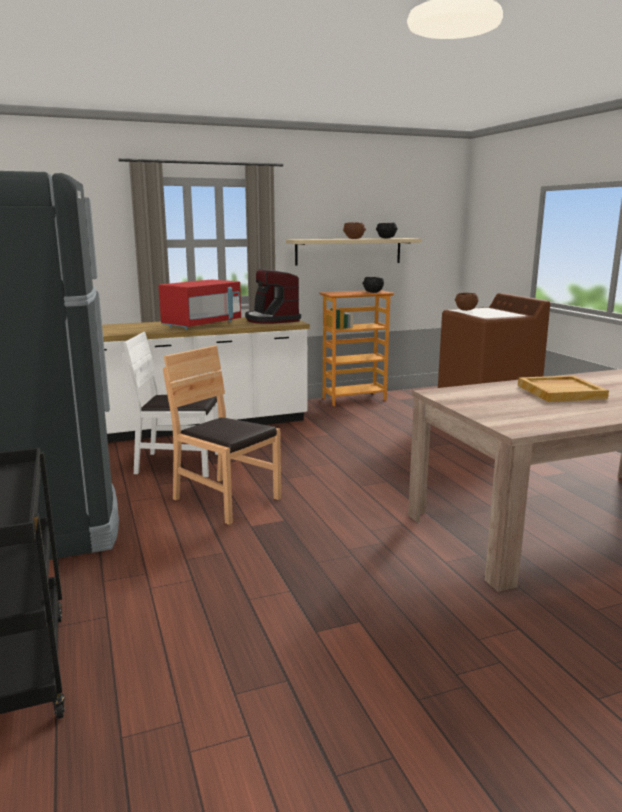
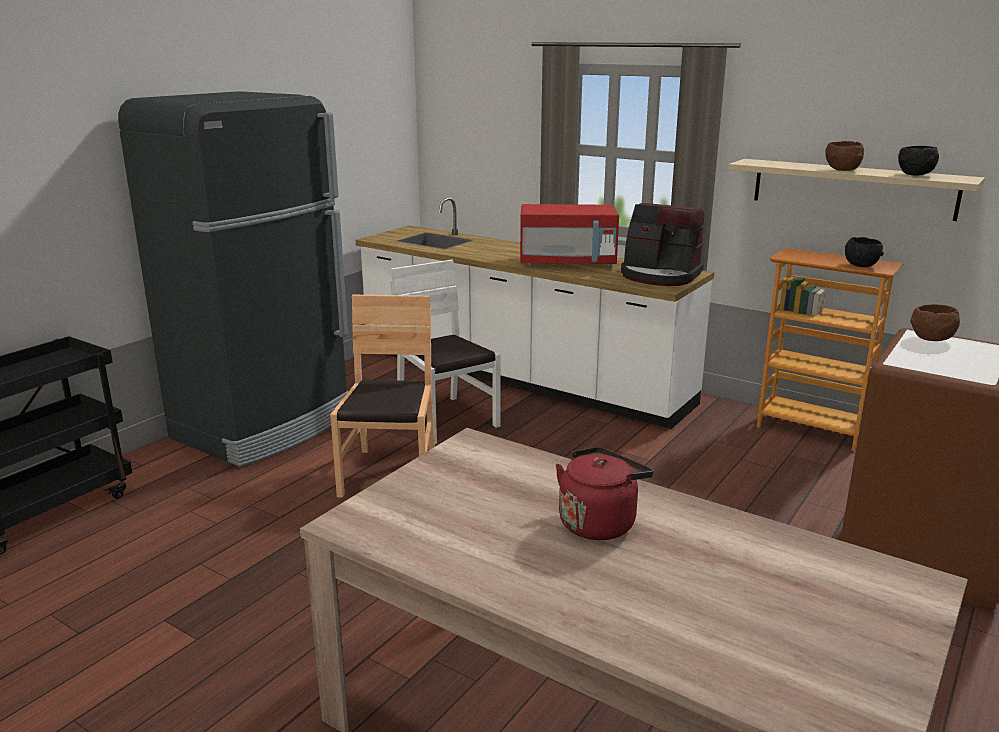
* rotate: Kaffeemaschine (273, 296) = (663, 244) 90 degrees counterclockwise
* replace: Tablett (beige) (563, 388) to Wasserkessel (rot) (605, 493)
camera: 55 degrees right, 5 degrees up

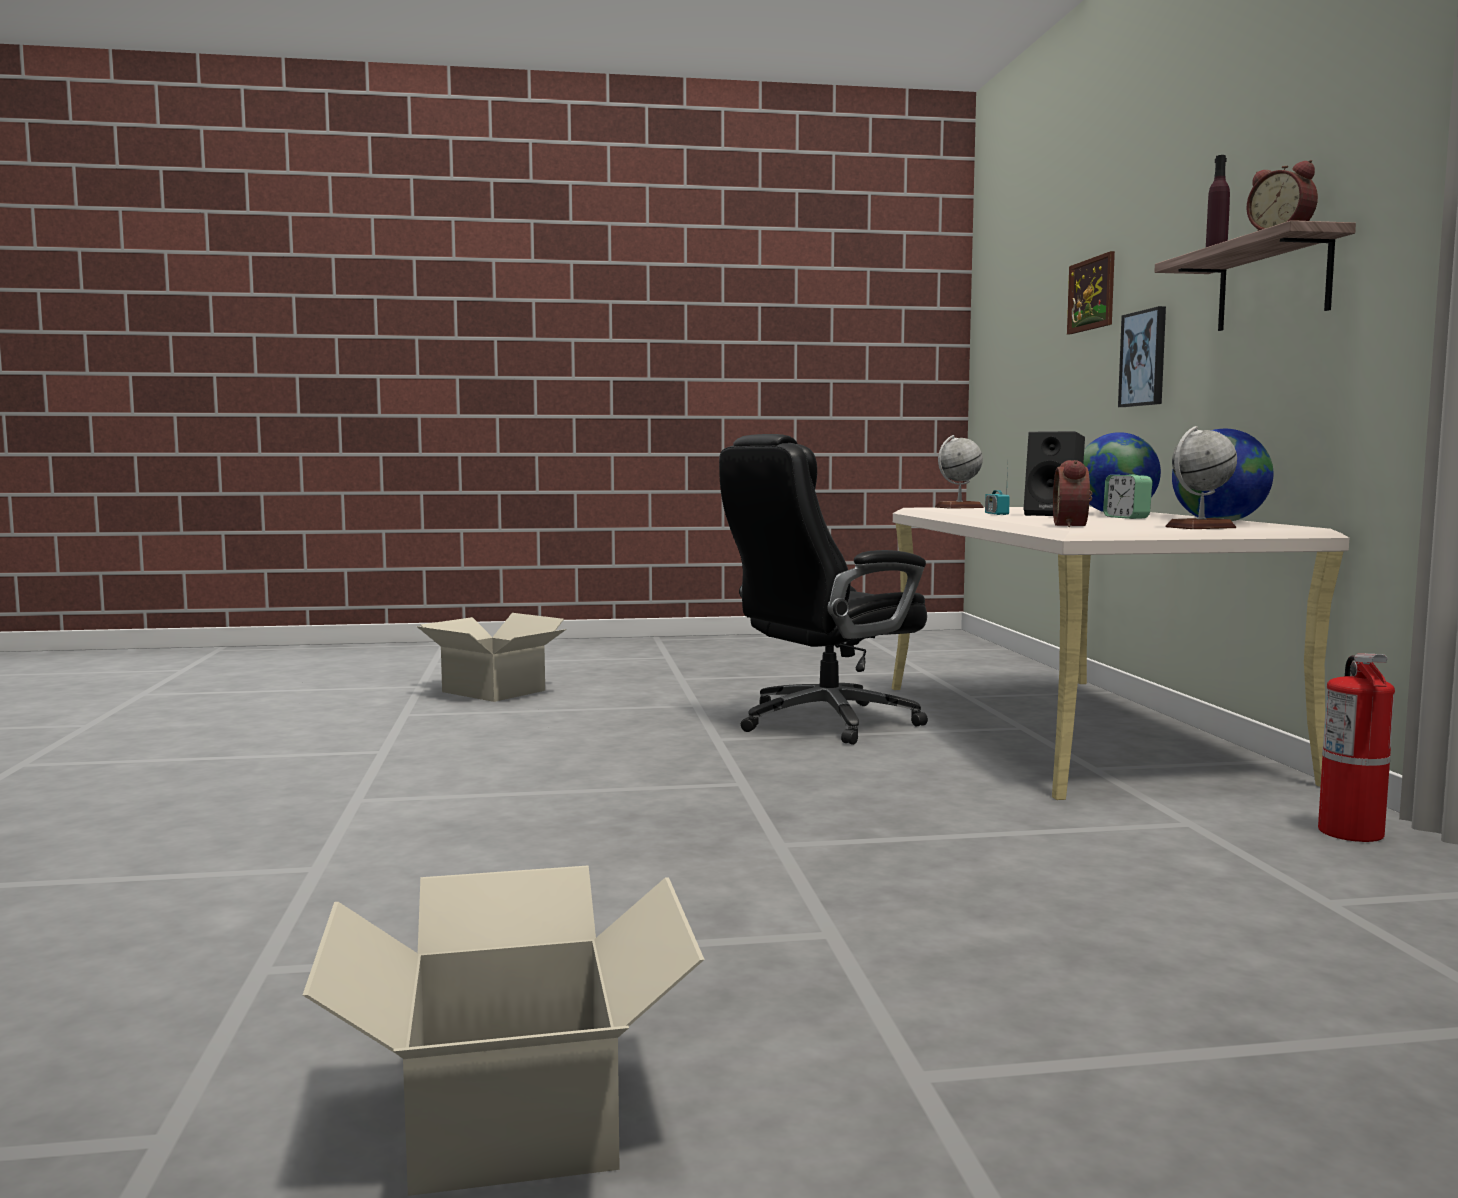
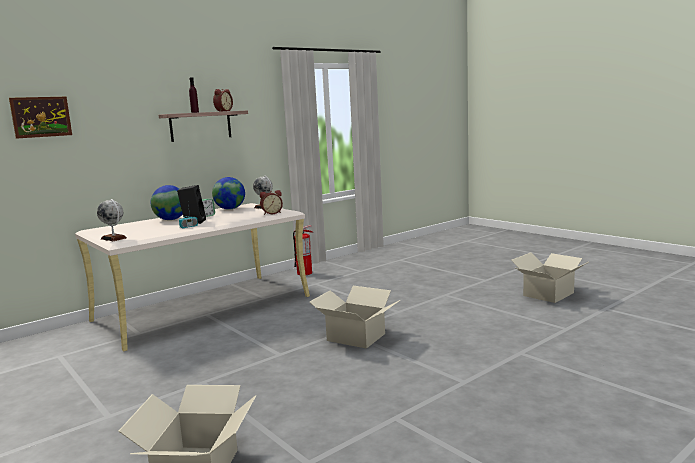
* delete: Bild (1142, 356)
* delete: Bürostuhl (schwarz) (823, 589)
* insert: Karton (354, 317)
camera: 120 degrees left, 5 degrees up

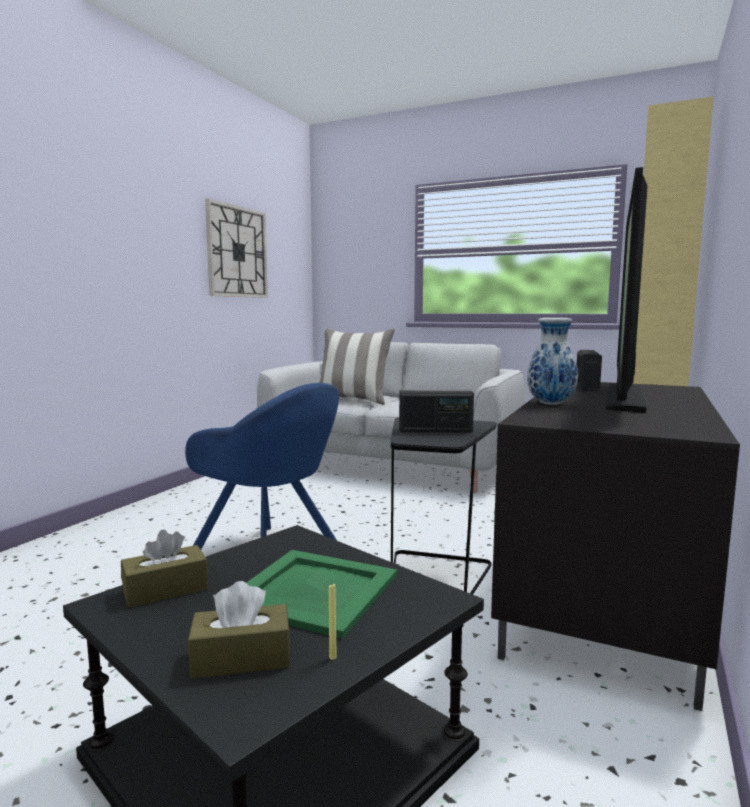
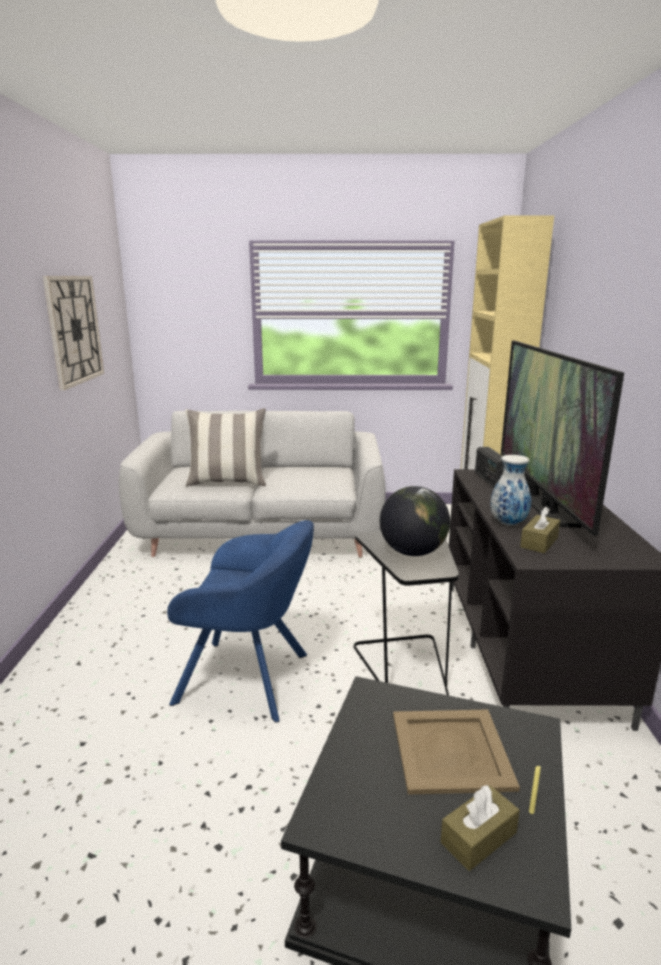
* replace: Radio (436, 411) to Globus (415, 521)
* move: Taschentuchbox (braun) (164, 568) to (540, 530)
* recolor: Tablett (grün) (321, 594) to Tablett (beige) (456, 752)
camera: 25 degrees left, 10 degrees up

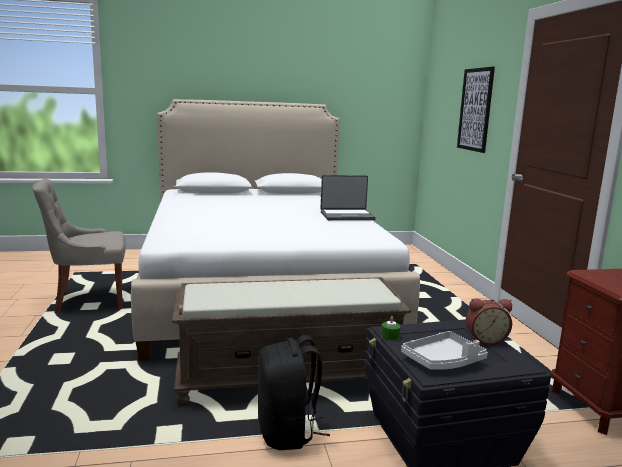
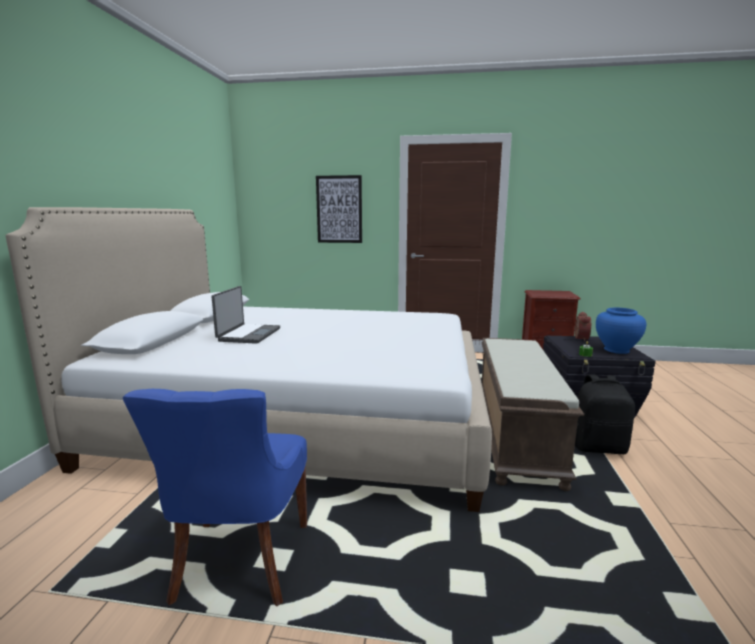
* move: Laptop (348, 197) to (246, 315)
* recolor: Stuhl (grau) (79, 246) to Stuhl (blau) (215, 497)
* replace: Tablett (grau) (444, 350) to Vase (blau) (621, 330)
camera: 70 degrees left, 0 degrees up

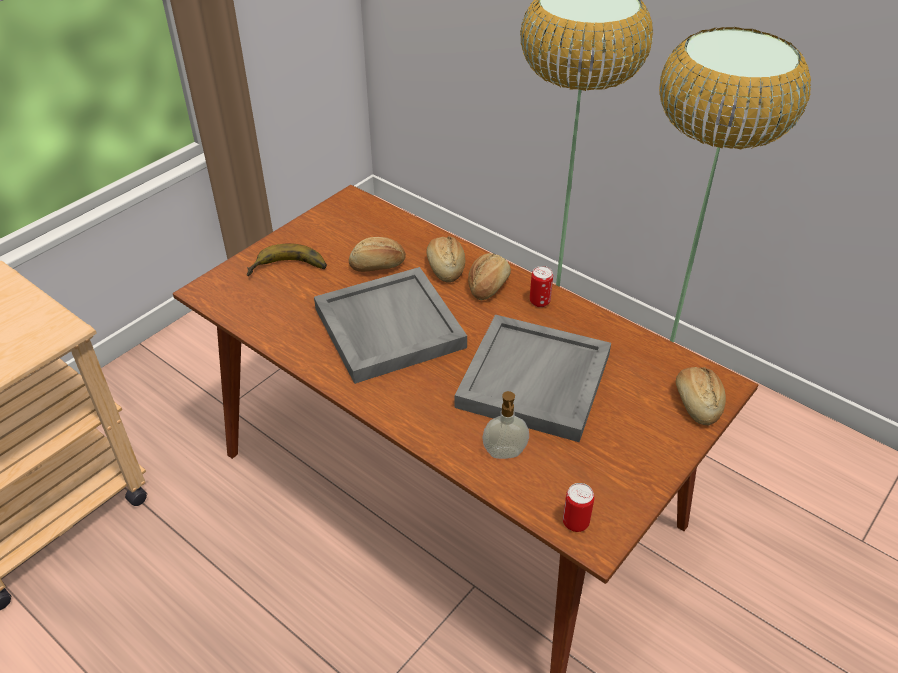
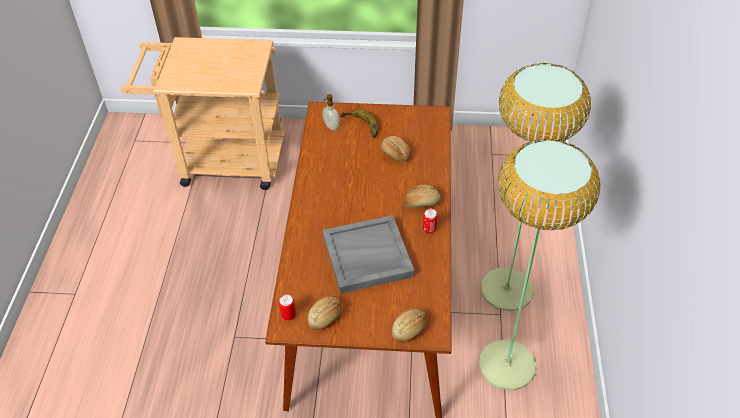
* move: Brot (445, 259) to (325, 312)
* delete: Tablett (grau) (390, 325)
* move: Seifenspender (505, 425) to (331, 112)
camera: 55 degrees right, 5 degrees up

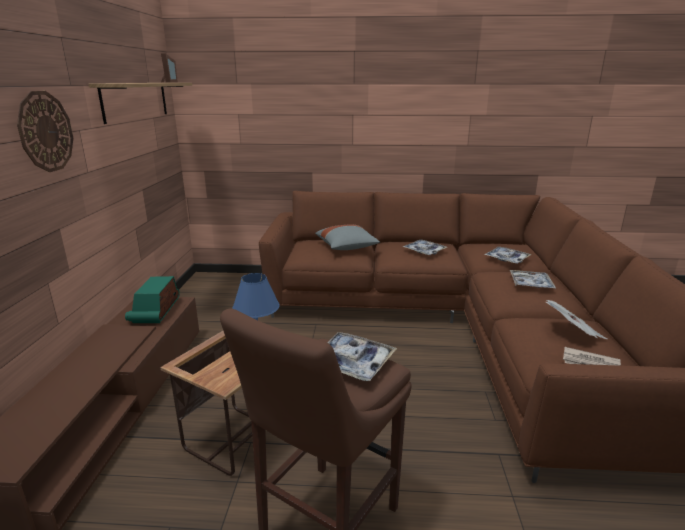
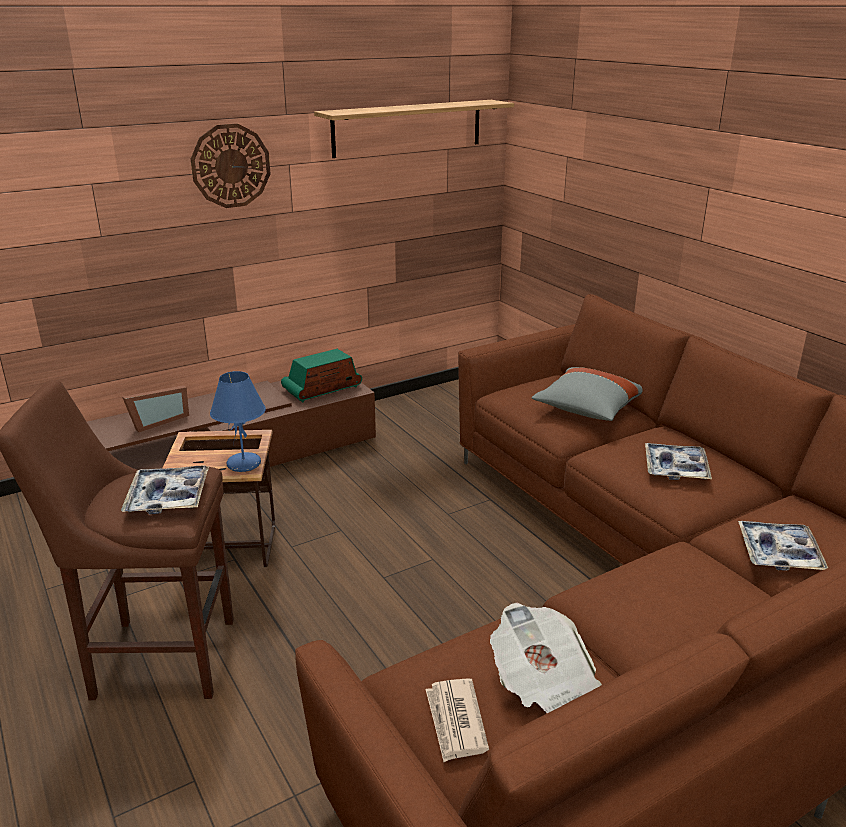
* move: Bilderrahmen (169, 68) to (155, 408)
* delete: Tablett (533, 279)
camera: 55 degrees right, 5 degrees up

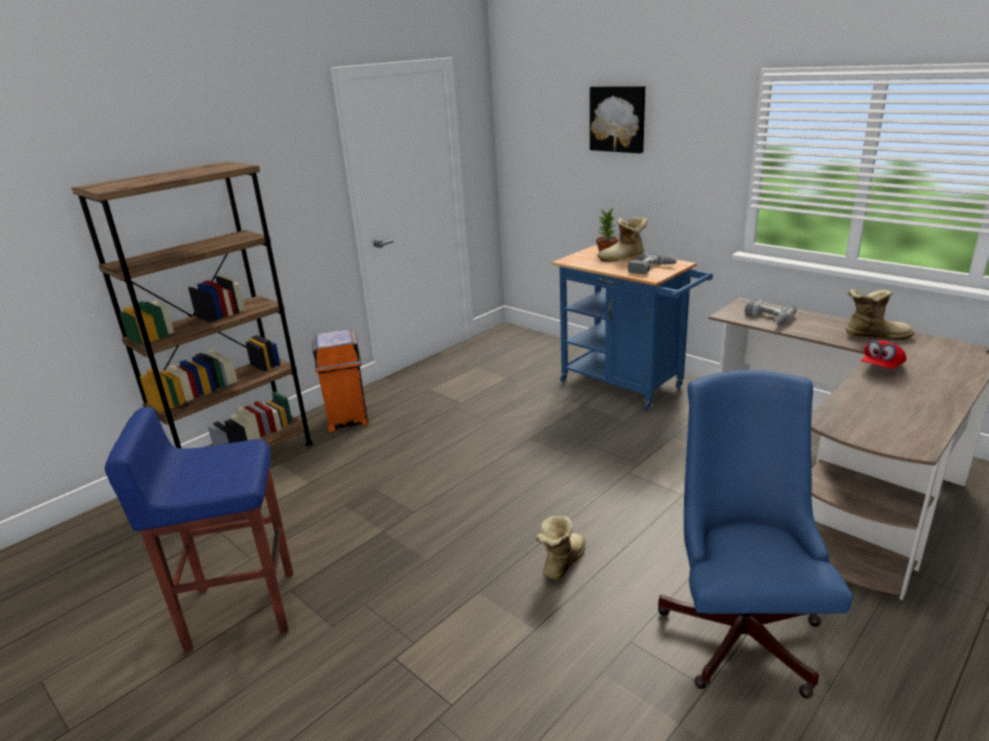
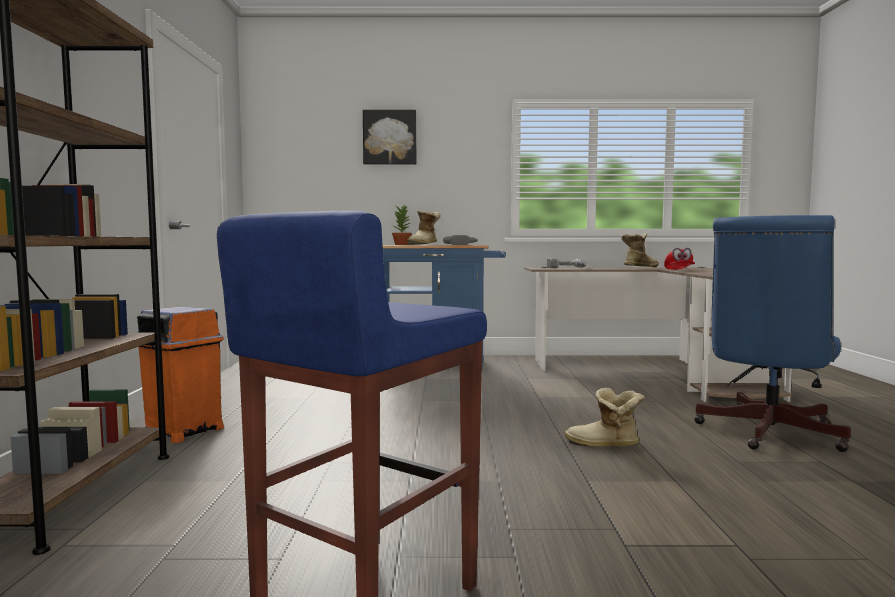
* rotate: Bürostuhl (blau) (755, 534) = (772, 333) 105 degrees counterclockwise
* rotate: Stiefel (561, 548) = (605, 417) 60 degrees counterclockwise
camera: 45 degrees left, 20 degrees down

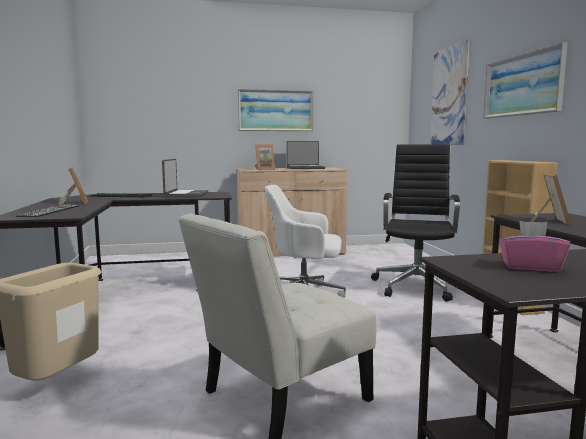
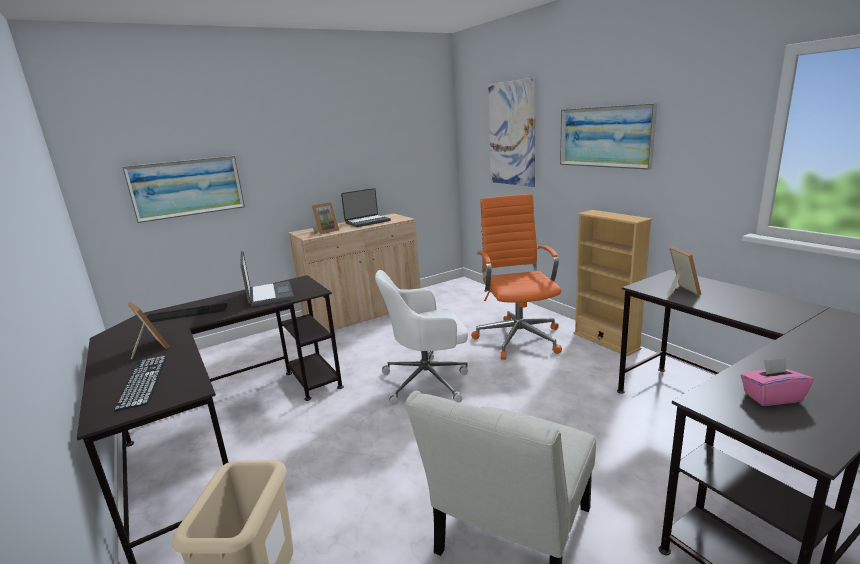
* move: Bild (276, 110) to (183, 189)
* recolor: Bürostuhl (schwarz) (415, 223) to Bürostuhl (orange) (516, 277)
camera: 20 degrees left, 10 degrees up

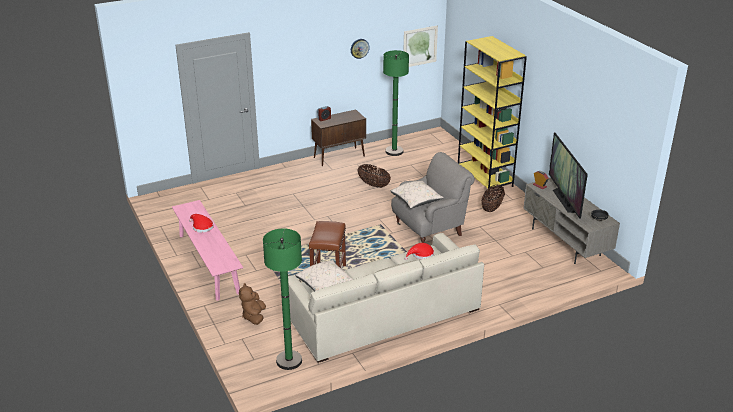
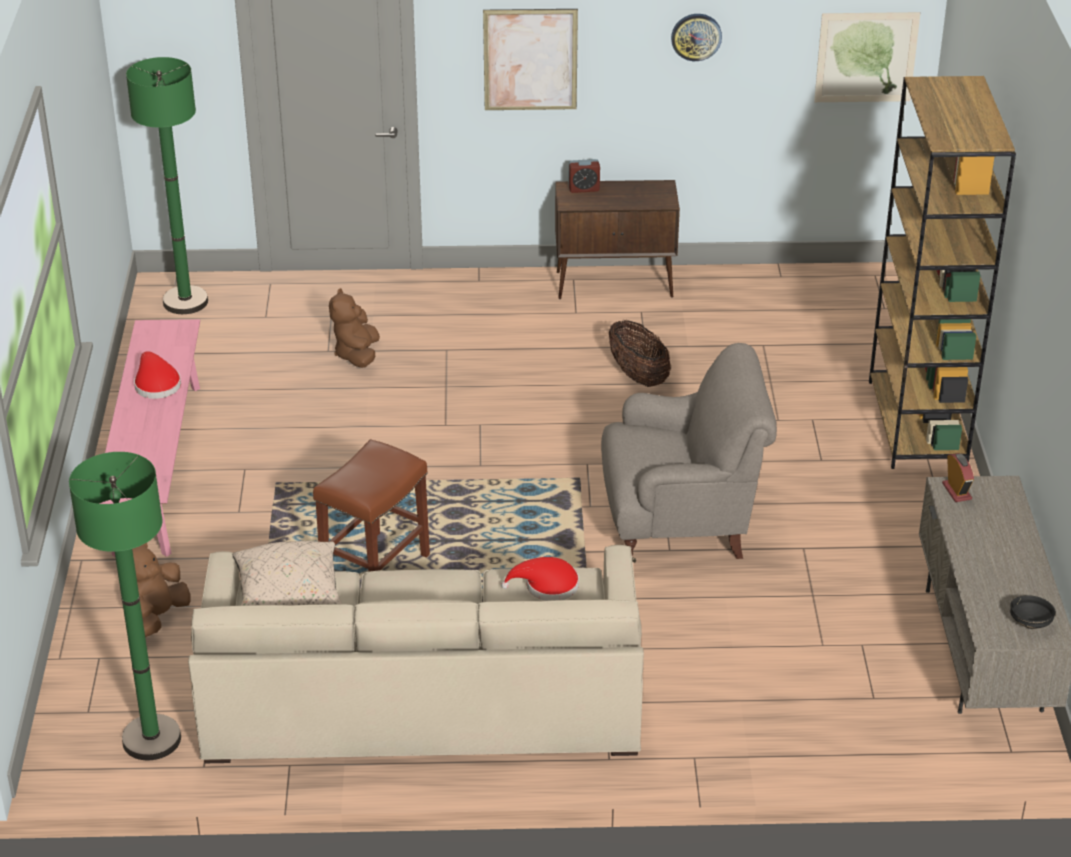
* recolor: Bücherregal (gelb) (492, 112) to Bücherregal (braun) (942, 272)
* move: Stehlampe (grün) (396, 103) to (167, 185)
* delete: Fernseher (568, 176)
* delete: Kissen (beige) (417, 195)
* delete: Korb (493, 198)
* insert: Bild (530, 59)
* insert: Plüschtier (braun) (354, 328)
camera: 25 degrees right, 5 degrees up

